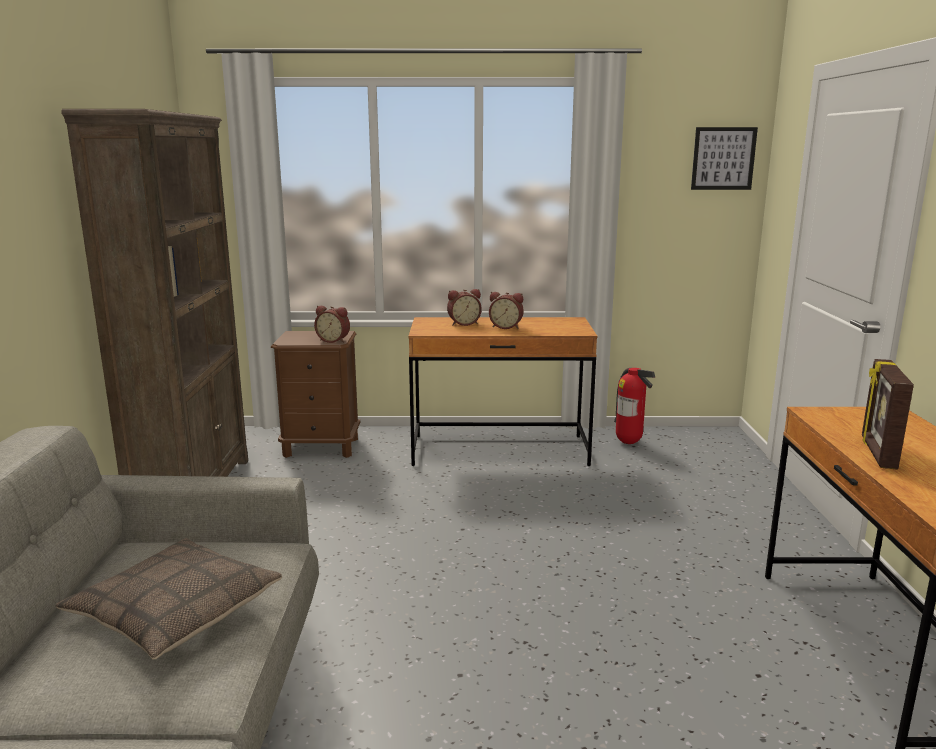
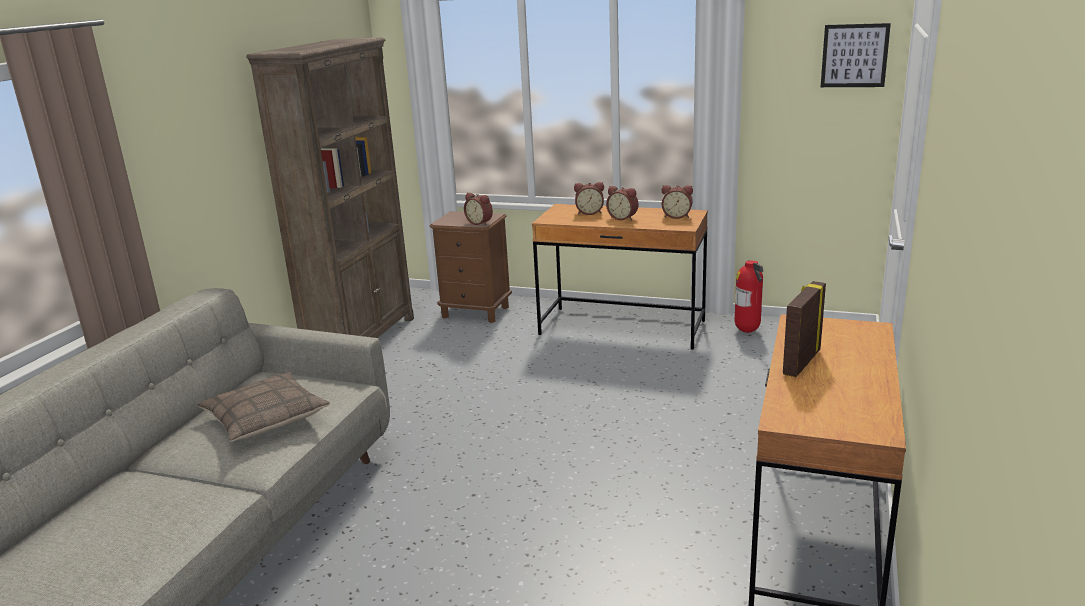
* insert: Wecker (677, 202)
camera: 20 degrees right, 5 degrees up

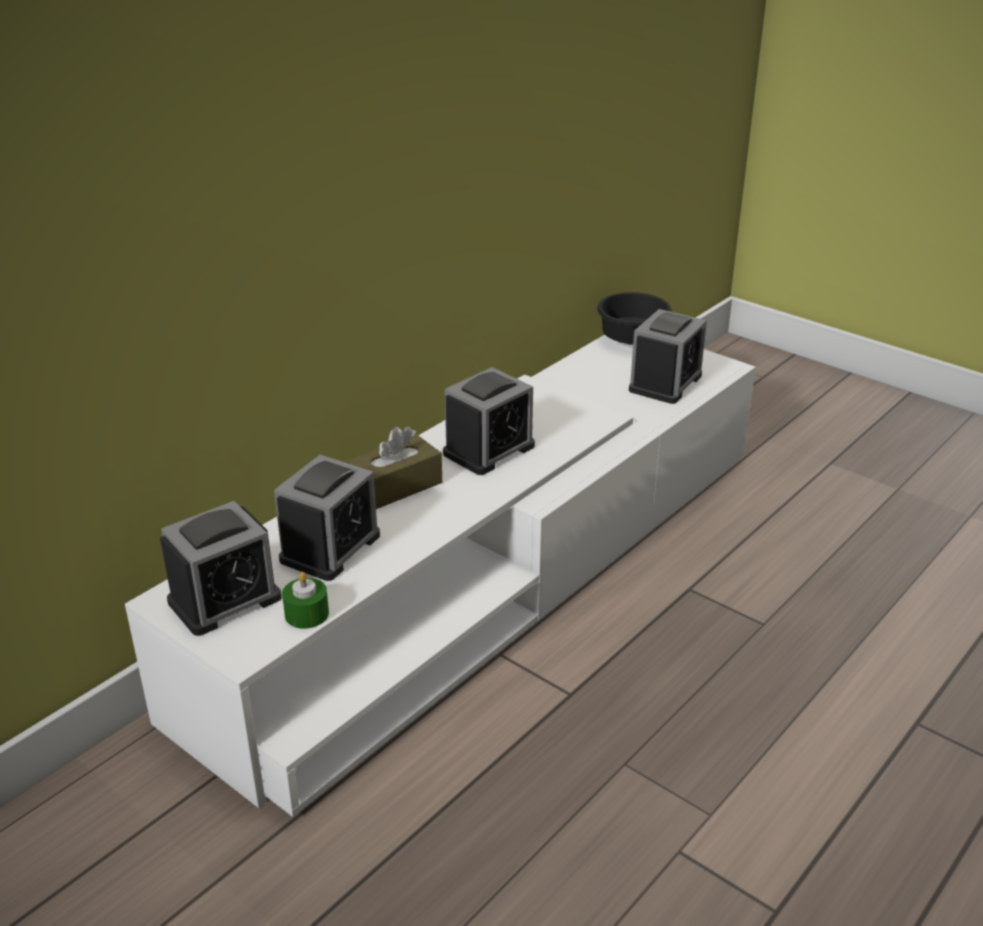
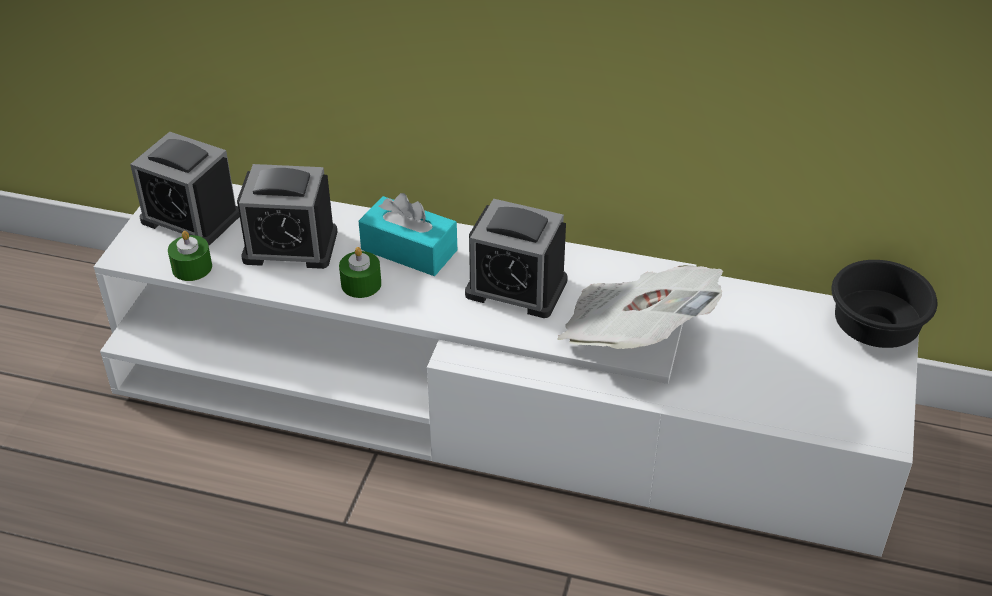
* delete: Wecker (668, 356)
* recolor: Taschentuchbox (braun) (394, 468) to Taschentuchbox (türkis) (408, 234)
* insert: Kerze (grün) (360, 272)
* insert: Zeitung (640, 307)
camera: 65 degrees right, 10 degrees up

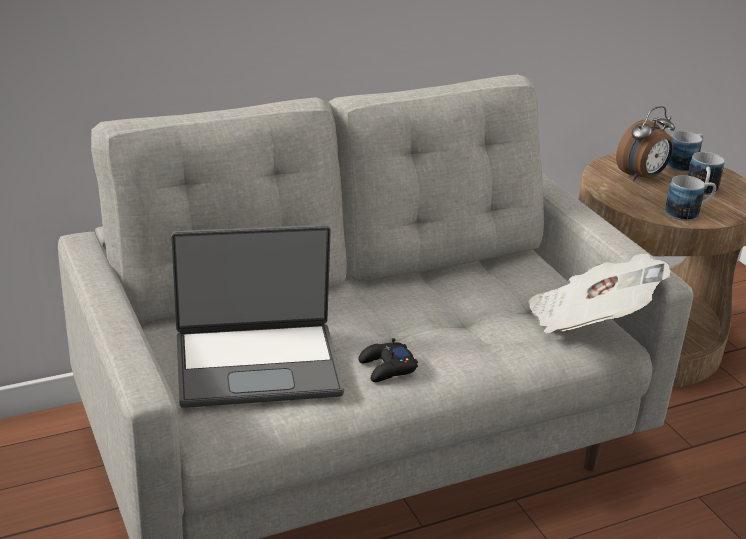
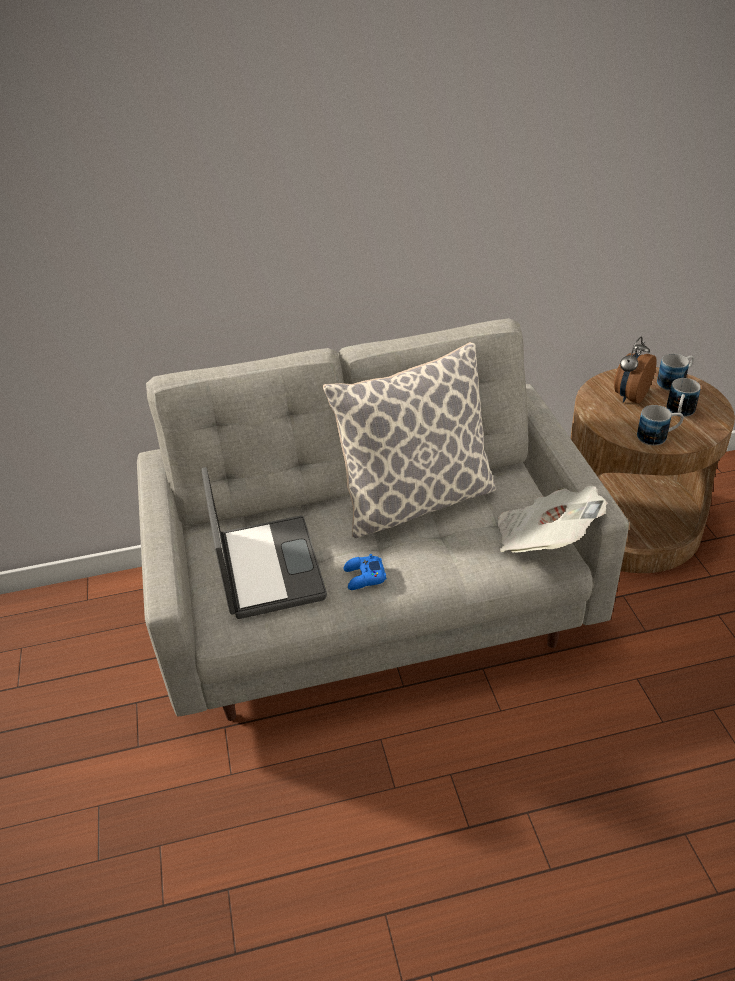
* rotate: Wecker (645, 144) = (635, 370) 150 degrees clockwise
* rotate: Laptop (257, 316) = (264, 543) 105 degrees counterclockwise
* recolor: Gamepad (schwarz) (388, 360) to Gamepad (blau) (365, 572)
* insert: Kissen (409, 440)
camera: 15 degrees right, 10 degrees up

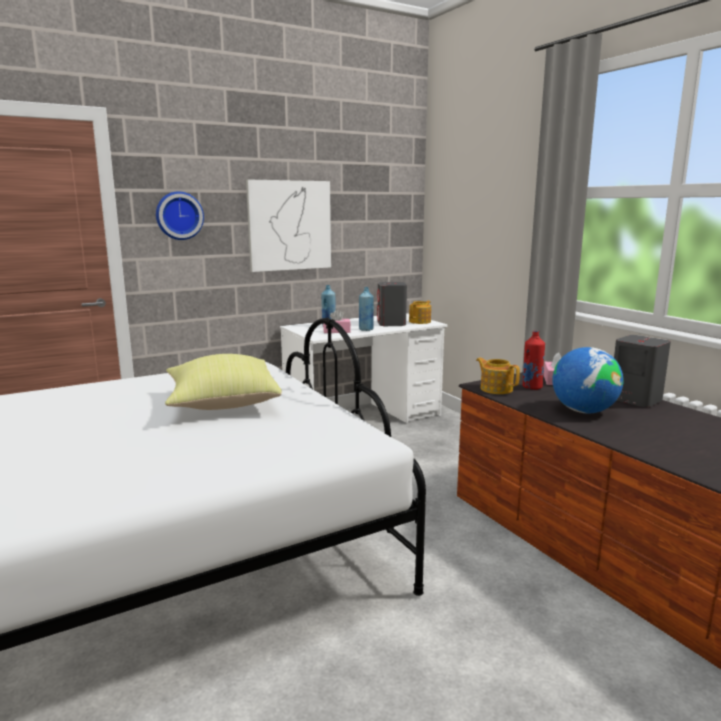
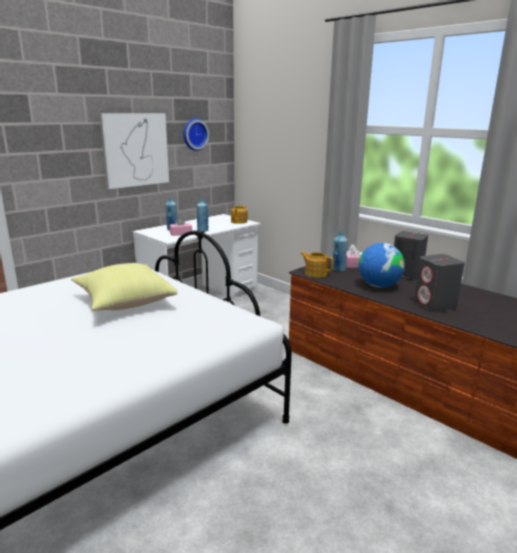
* move: Wanduhr (180, 215) to (196, 134)
* move: Lautsprecher (grau) (392, 304) to (439, 283)
* recolor: Flasche (rot) (534, 360) to Flasche (blau) (340, 251)
camera: 15 degrees left, 5 degrees up

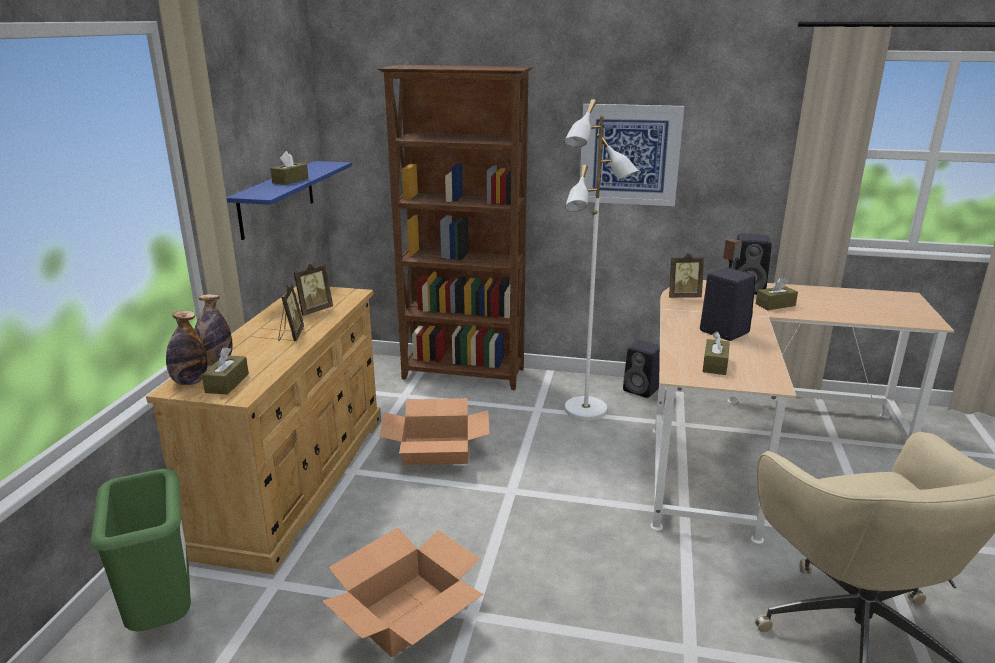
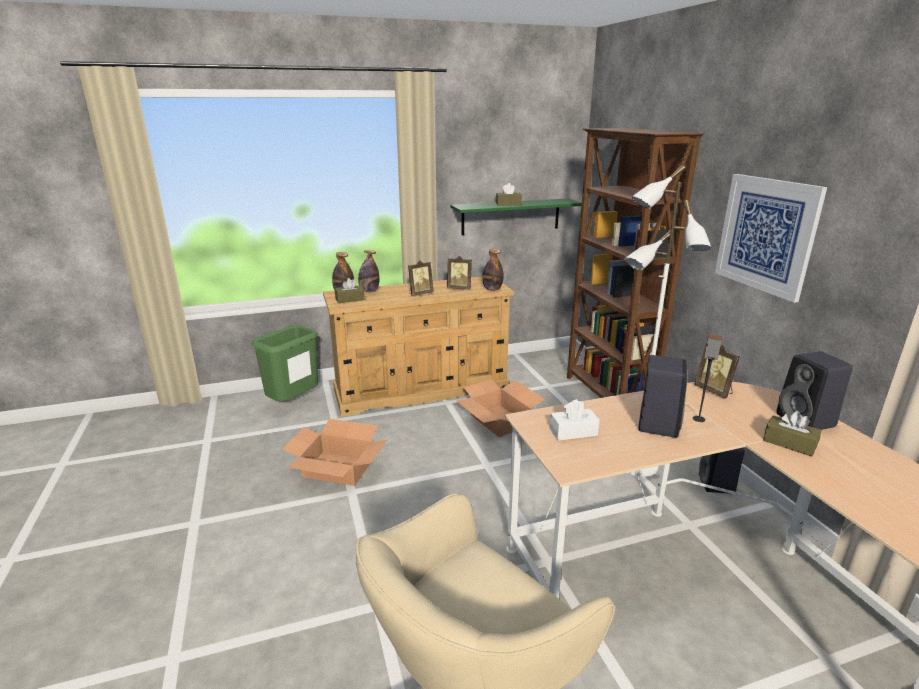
* recolor: Wandregal (blau) (289, 200) to Wandregal (grün) (516, 216)
* recolor: Taschentuchbox (braun) (716, 353) to Taschentuchbox (weiß) (575, 420)
* insert: Flasche (492, 270)
camera: 60 degrees right, 0 degrees up

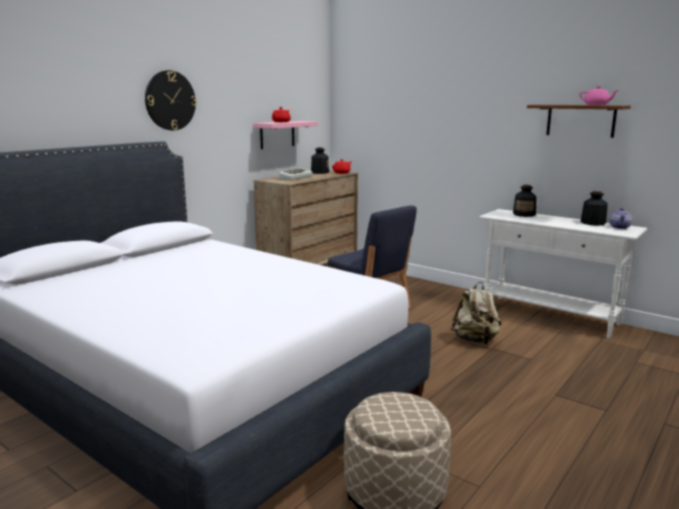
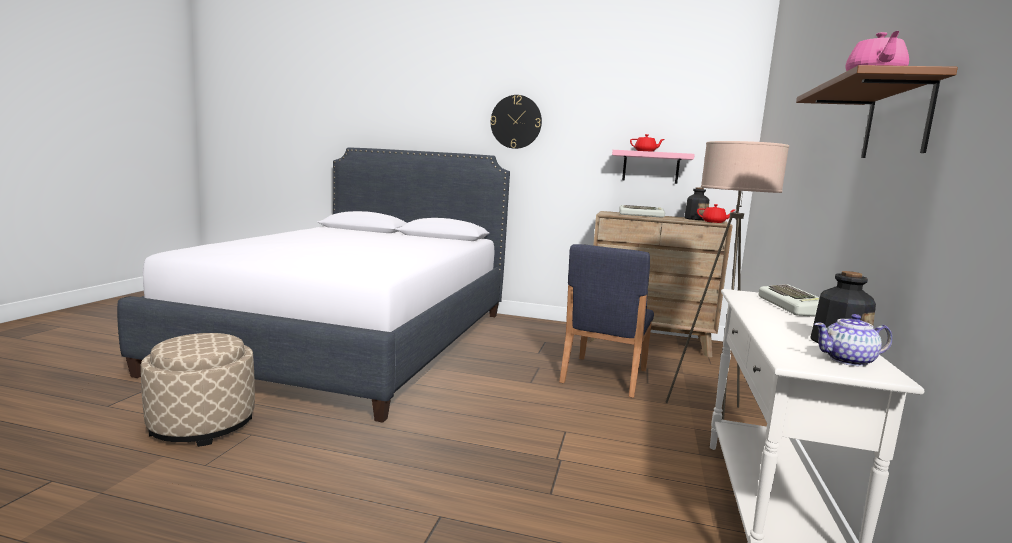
* replace: Flasche (525, 201) to Tastatur (789, 300)
* delete: Rucksack (beige) (476, 313)
* insert: Stehlampe (beige) (727, 280)
camera: 65 degrees right, 5 degrees down

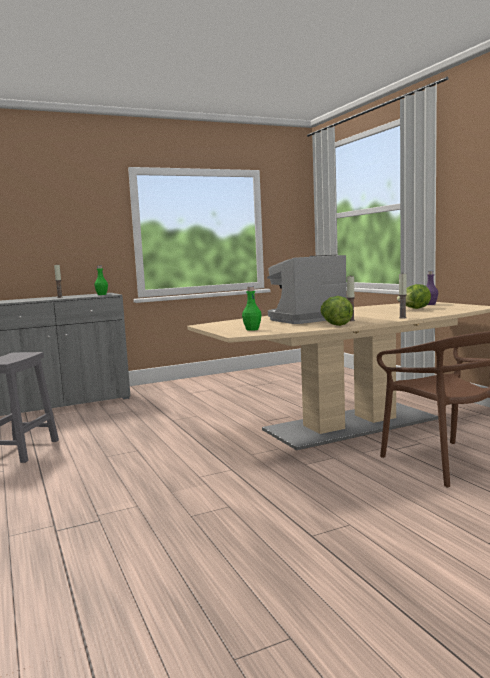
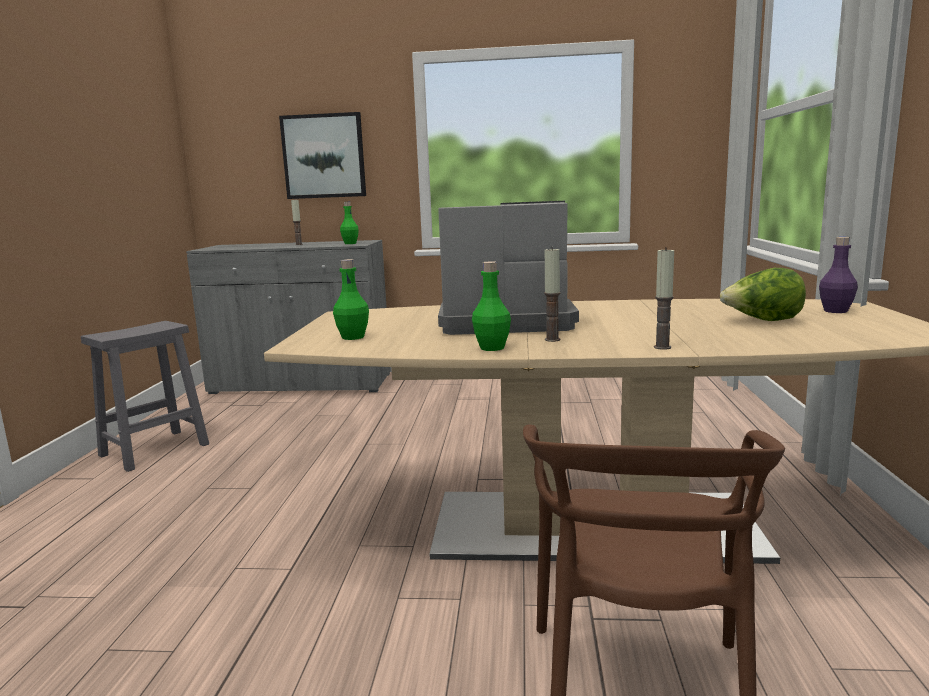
* replace: Salatkopf (337, 311) to Flasche (grün) (491, 306)
* insert: Bild (322, 155)
camera: 30 degrees right, 5 degrees up

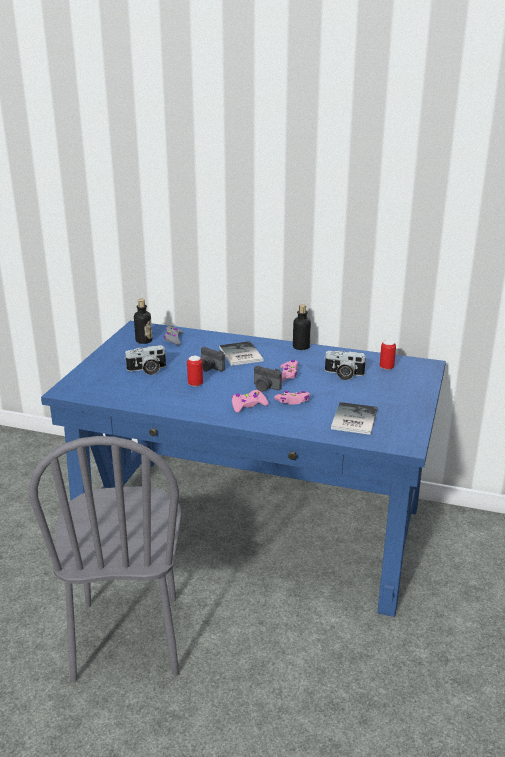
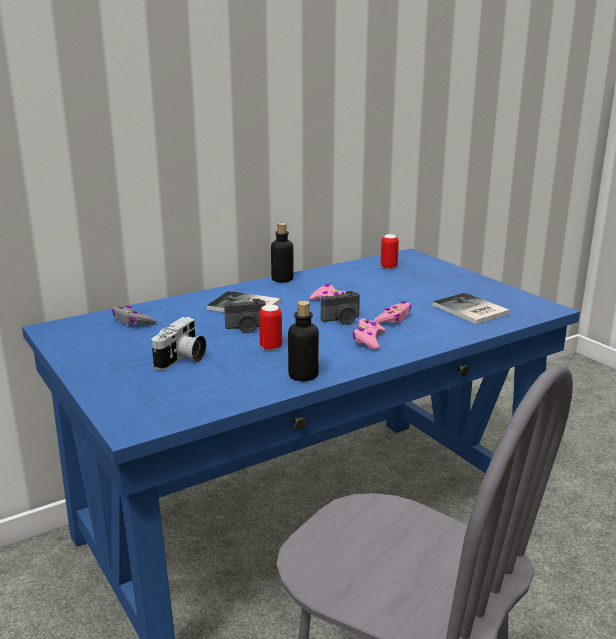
* move: Flasche (143, 321) to (303, 341)
* delete: Kamera (345, 365)
camera: 50 degrees left, 5 degrees down

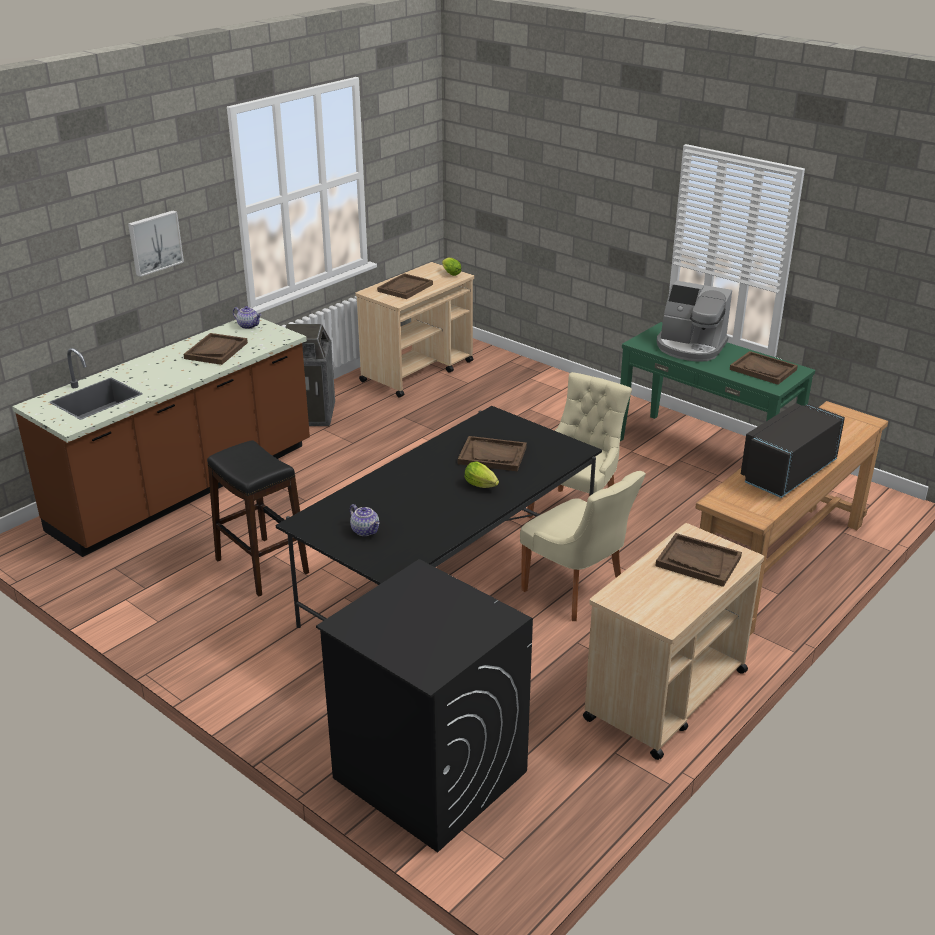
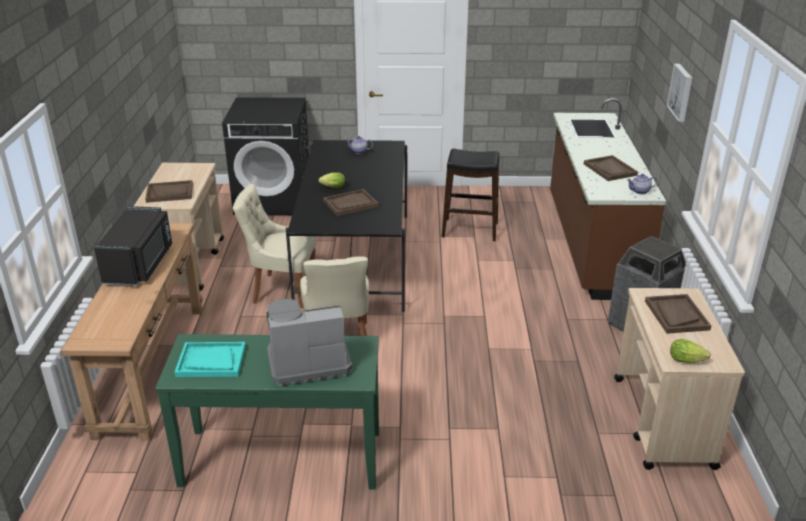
* recolor: Tablett (braun) (764, 368) to Tablett (türkis) (210, 359)
camera: 140 degrees right, 0 degrees up

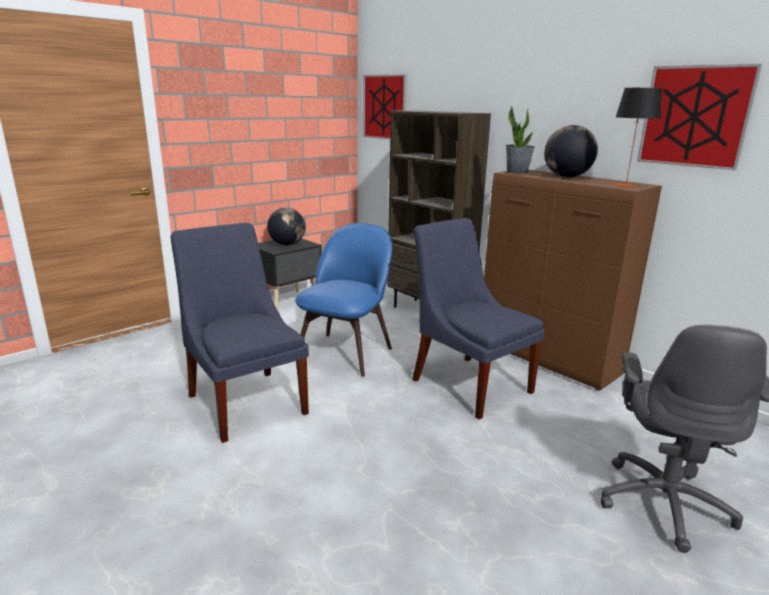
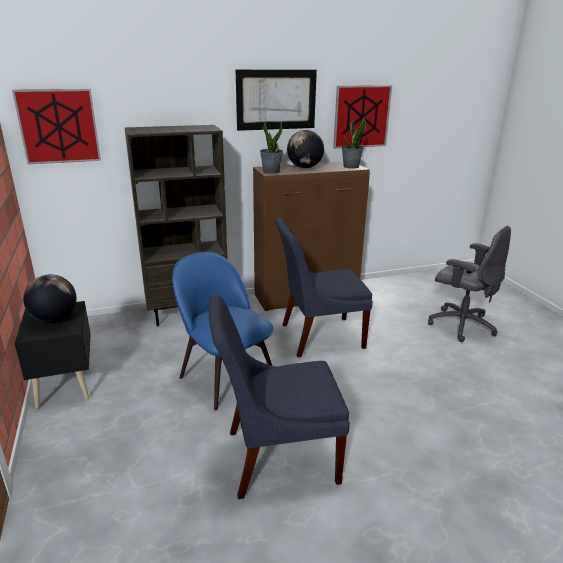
* replace: Tischlampe (637, 138) to Topfpflanze (354, 142)
* insert: Bild (276, 100)
camera: 65 degrees left, 5 degrees up

